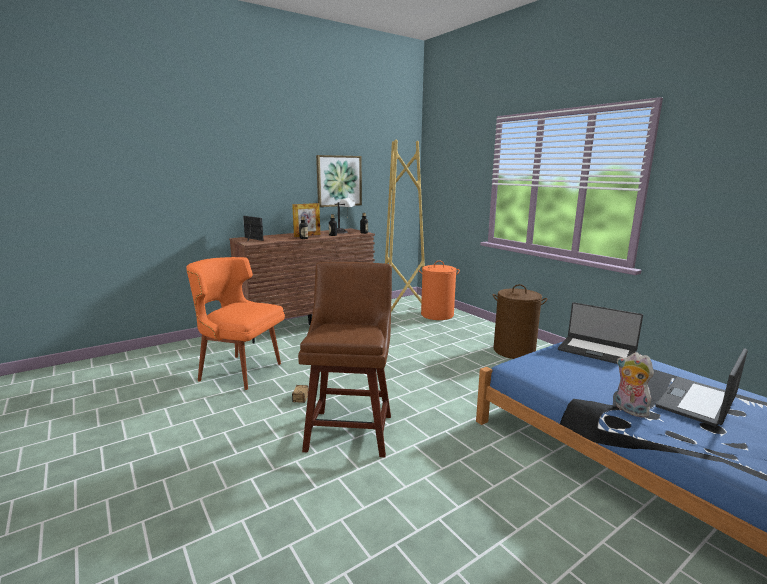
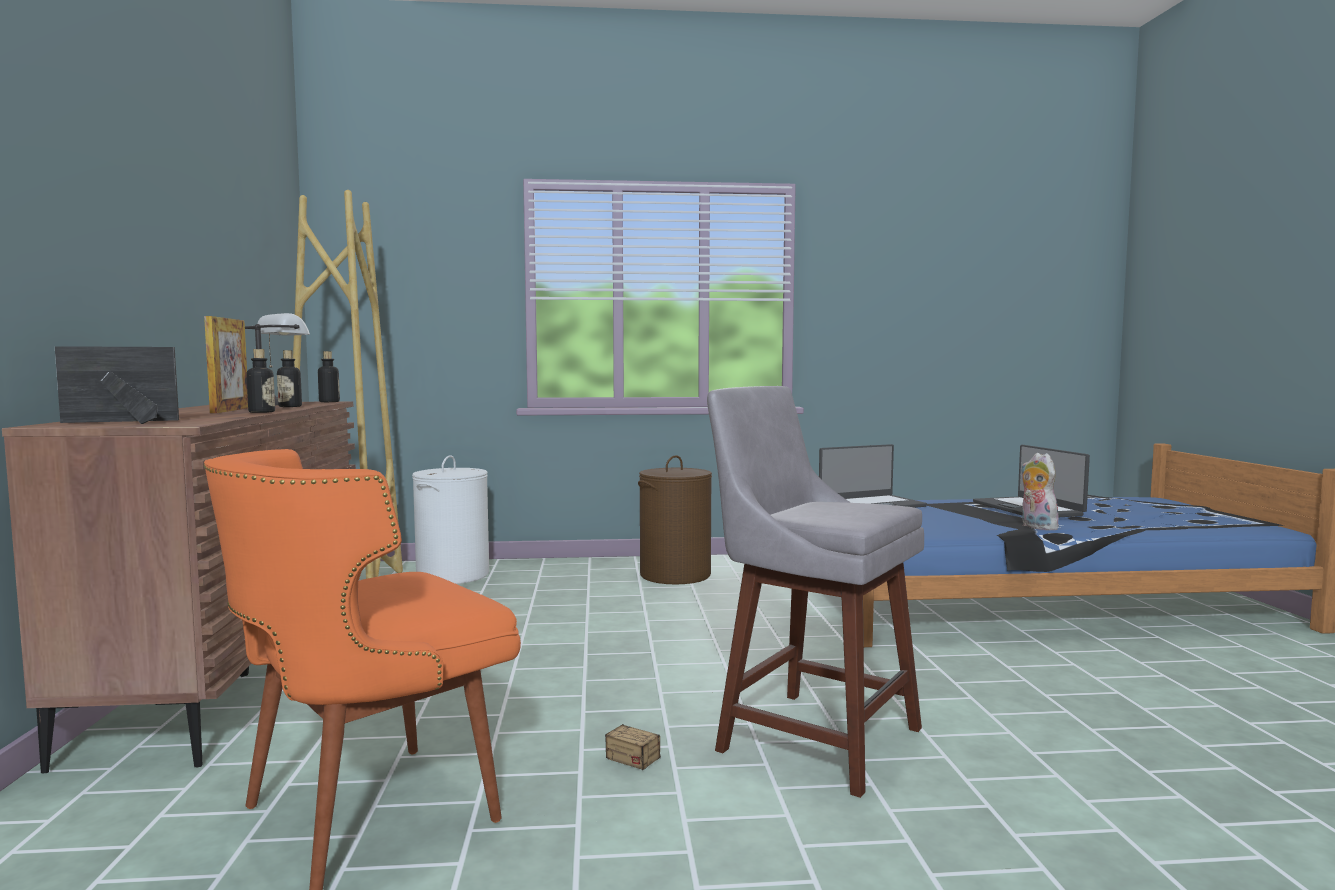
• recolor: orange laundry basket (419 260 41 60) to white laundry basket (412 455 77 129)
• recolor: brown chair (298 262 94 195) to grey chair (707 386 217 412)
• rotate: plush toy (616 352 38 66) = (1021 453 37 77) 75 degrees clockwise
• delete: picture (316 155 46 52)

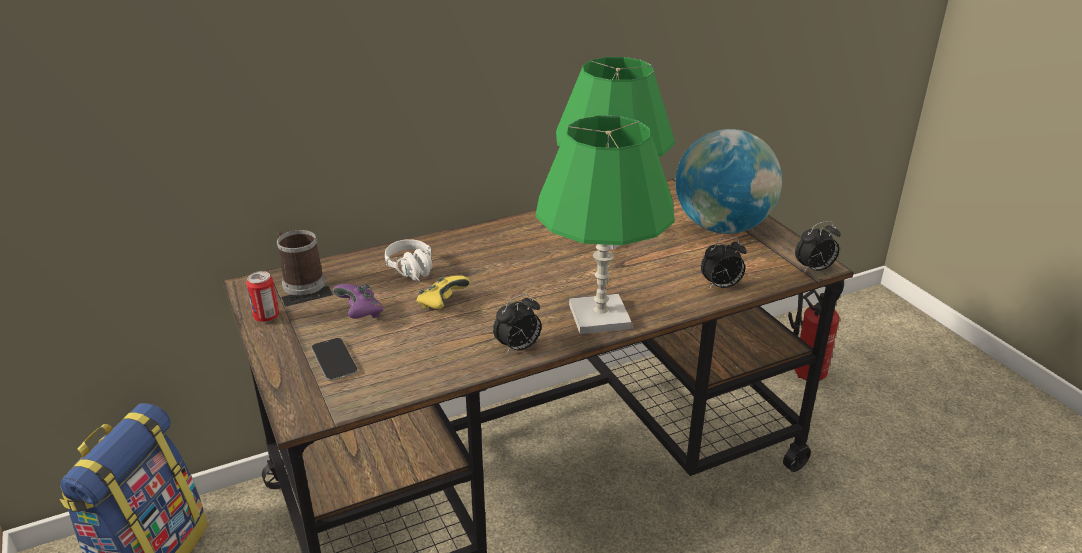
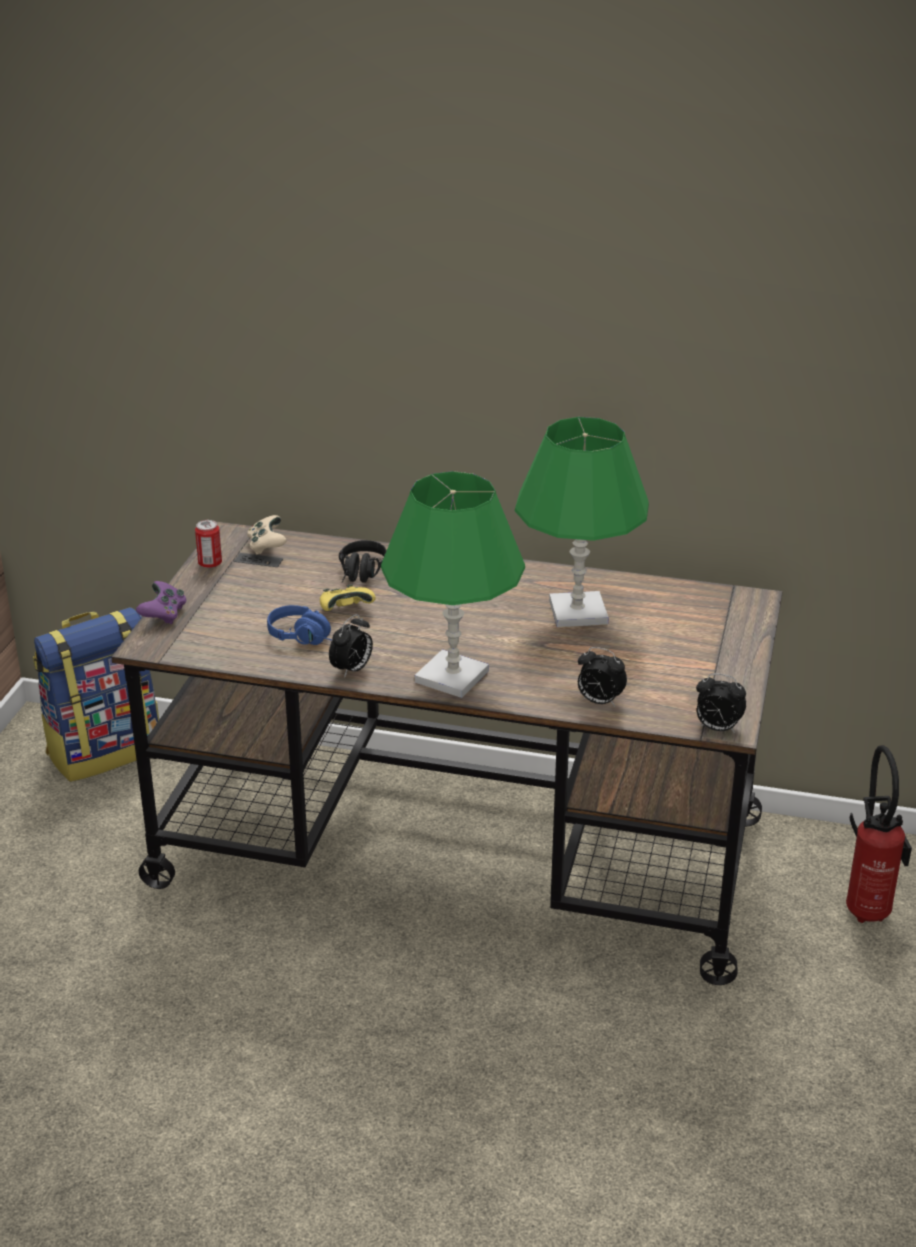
• move: purple game controller (333 284 50 35) to (136 581 51 43)
• replace: mug (277 230 49 65) to beige game controller (247 515 40 40)
• insert: blue headphones (267 605 65 40)
• rotate: alarm clock (493 294 48 60) = (329 614 44 64) 60 degrees counterclockwise
• recolor: white headphones (385 239 47 43) to black headphones (339 540 48 43)
• delete: phone (312 338 45 43)
• delete: globe (676 129 106 105)

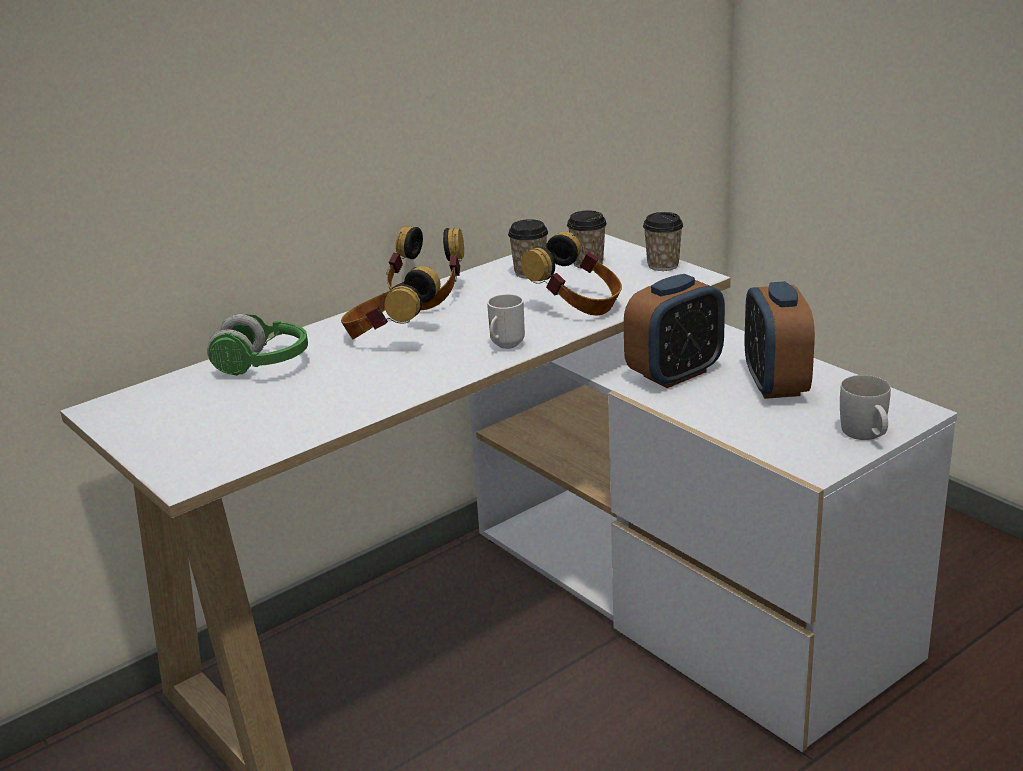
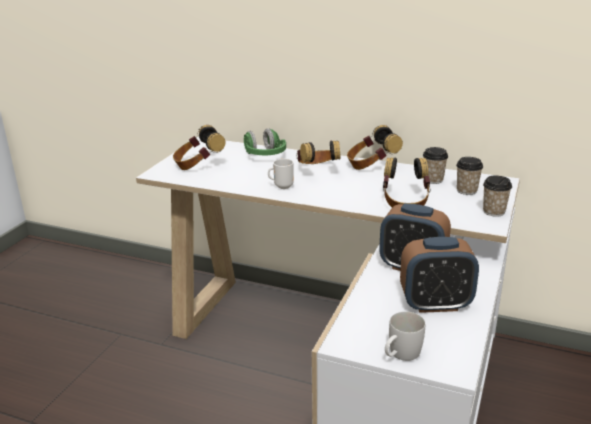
• insert: headphones (173 125 52 45)
• move: mug (487 294 38 55) to (268 159 26 30)
• rotate: alarm clock (745 281 70 118) = (400 237 79 76) 150 degrees counterclockwise

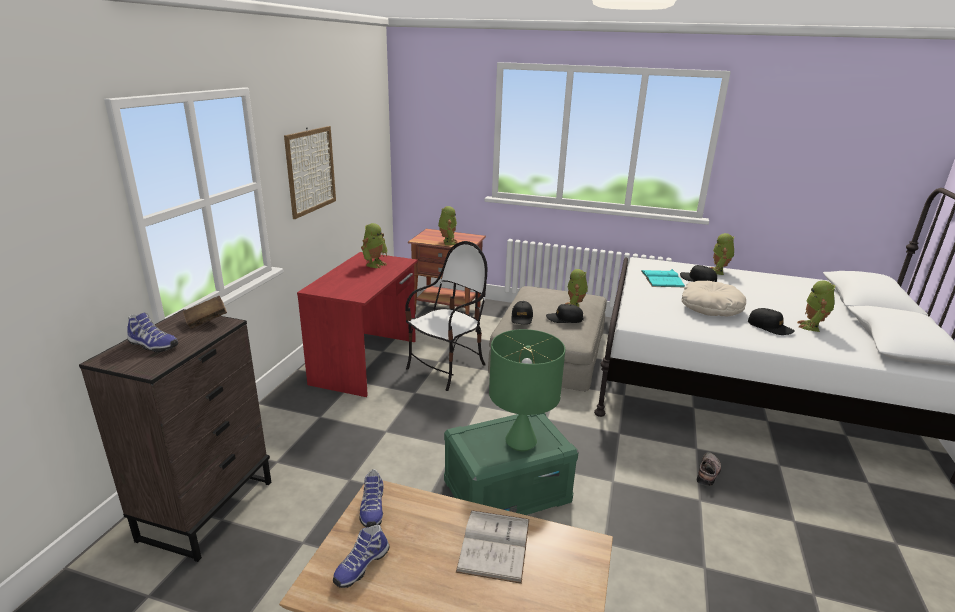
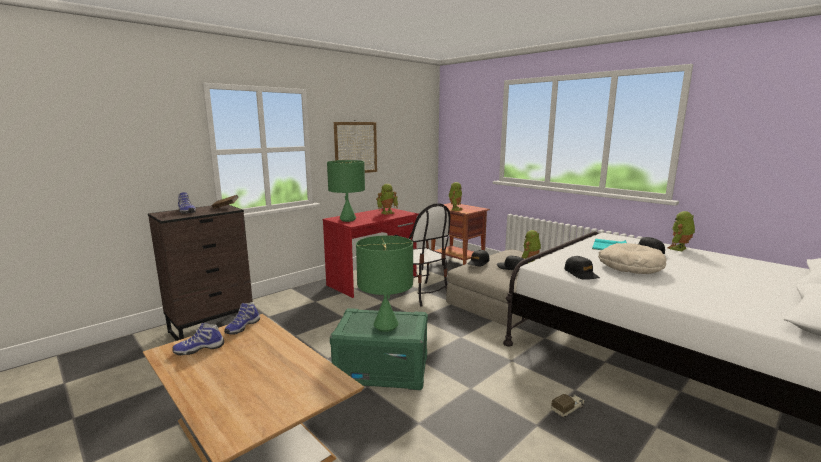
• insert: green table lamp (327 160 38 62)
• rotate: chair (405 241 83 150) = (394 203 56 104) 75 degrees clockwise
• replace: shoe (697 452 24 34) to toy truck (551 394 34 23)
• move: black cap (748 308 47 27) to (564 256 36 24)
• delete: white book (456 510 74 74)
• delete: toy robot (797 280 38 52)

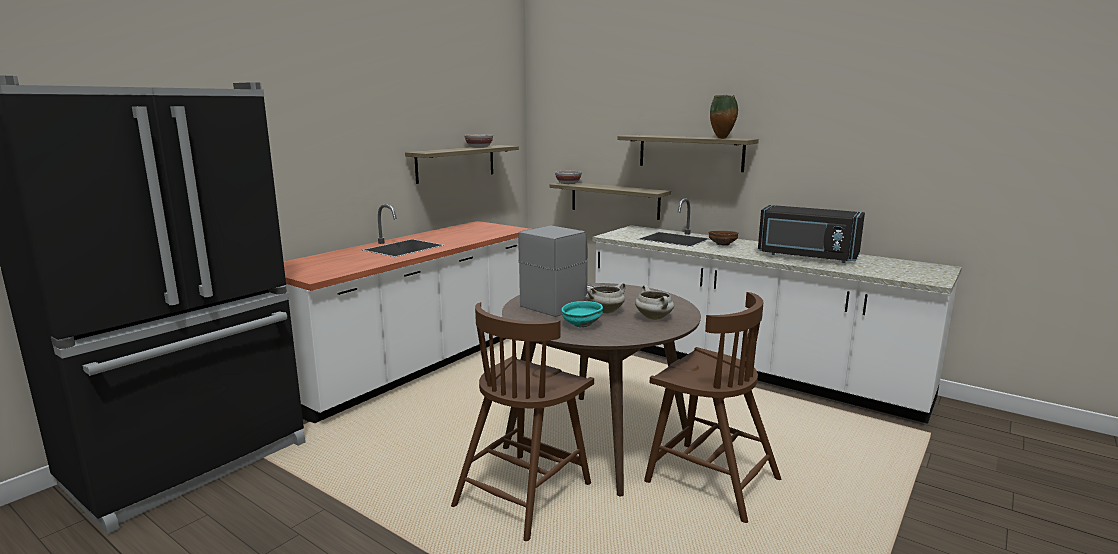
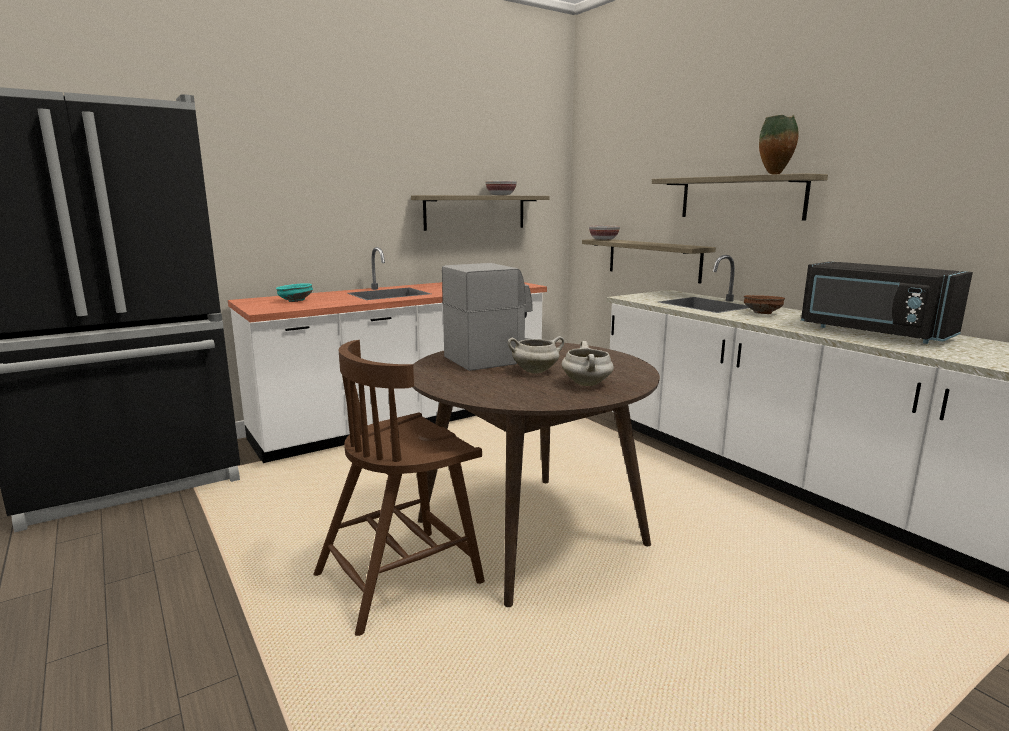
• move: turquoise bowl (561 301 42 26) to (276 283 37 19)
• delete: brown chair (644 292 138 231)

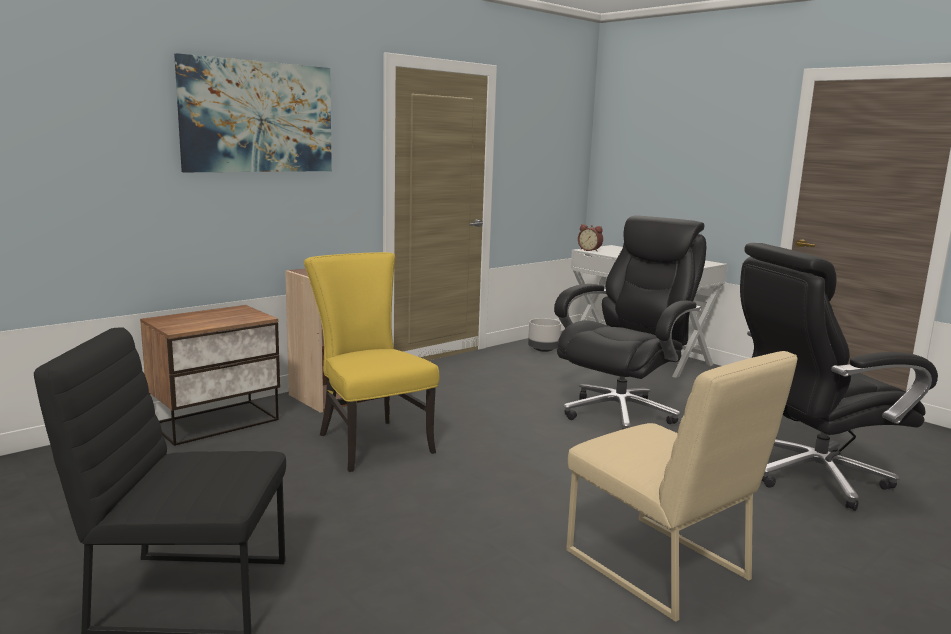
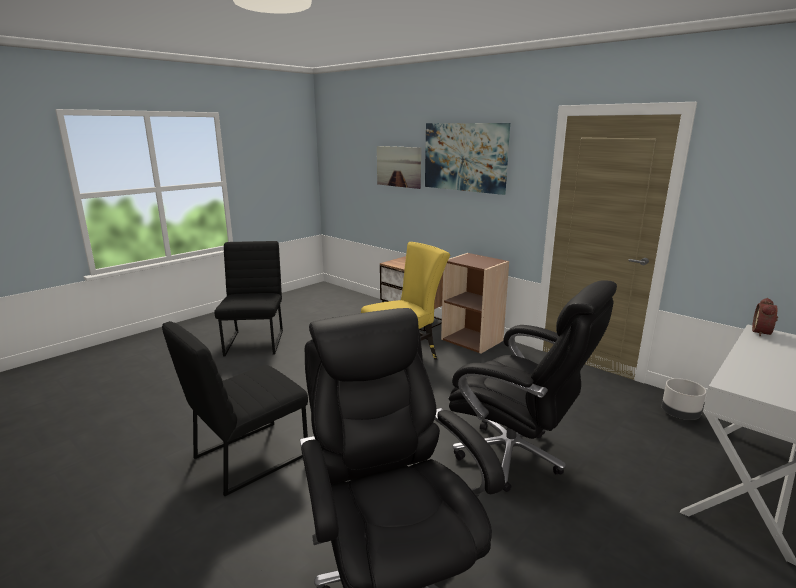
• recolor: beige chair (566 351 231 271) to black chair (162 321 146 175)
• insert: picture (377 146 44 43)

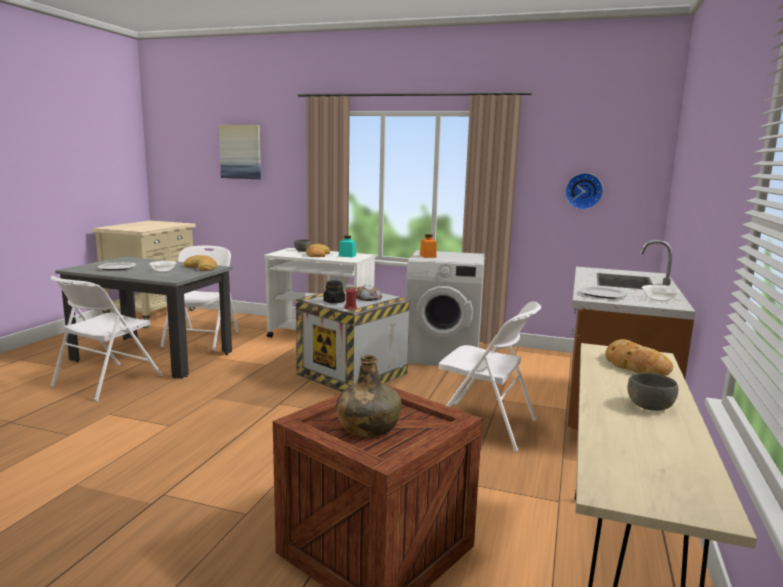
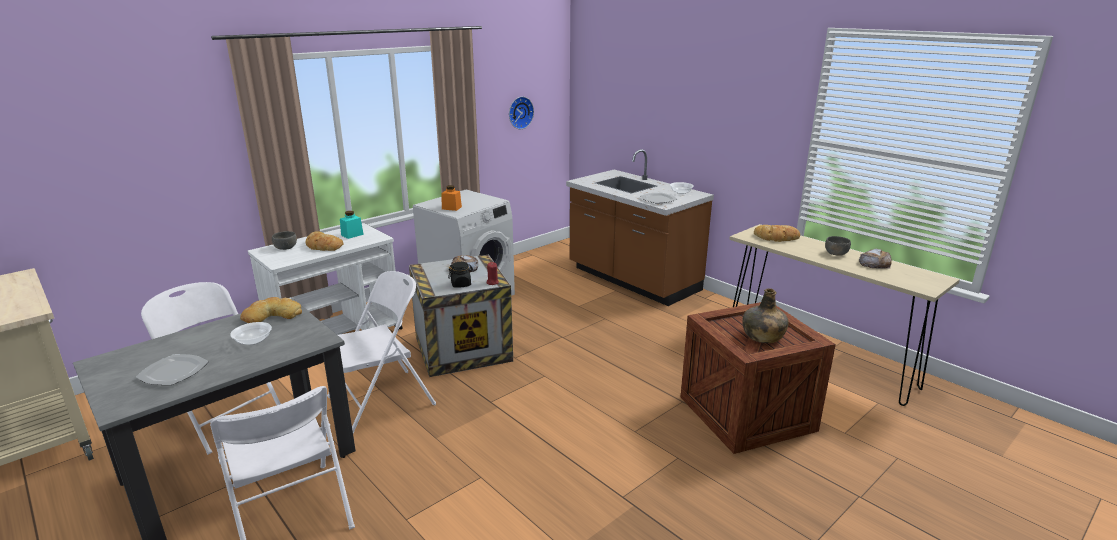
• move: white chair (439 301 102 152) to (327 271 109 163)
• insert: bread (859 249 33 20)
• delete: picture (219 125 42 54)

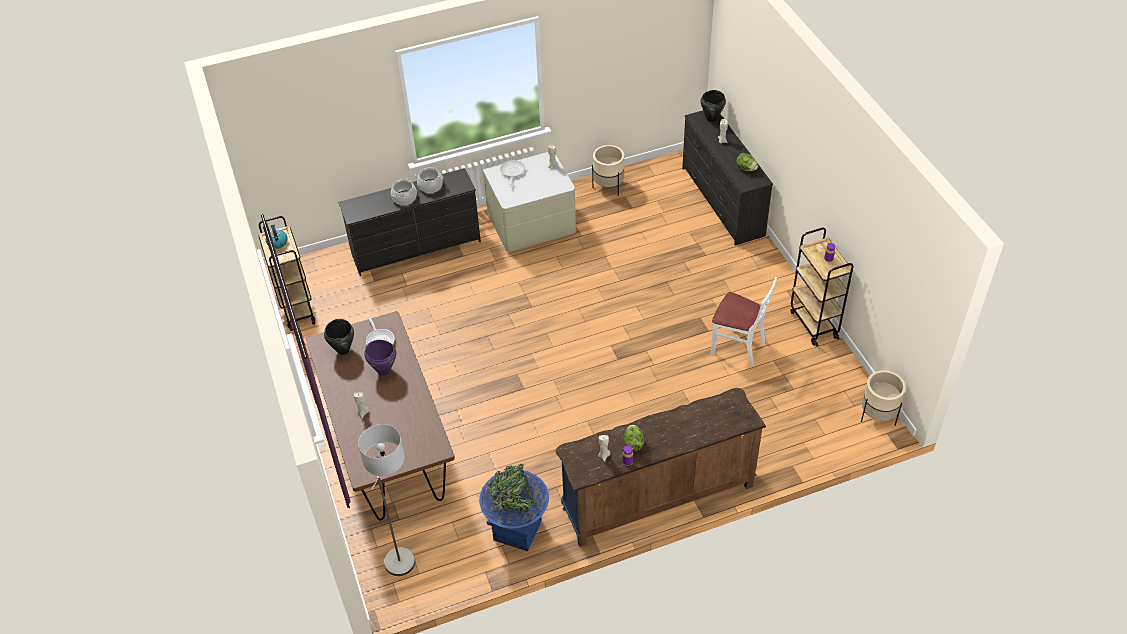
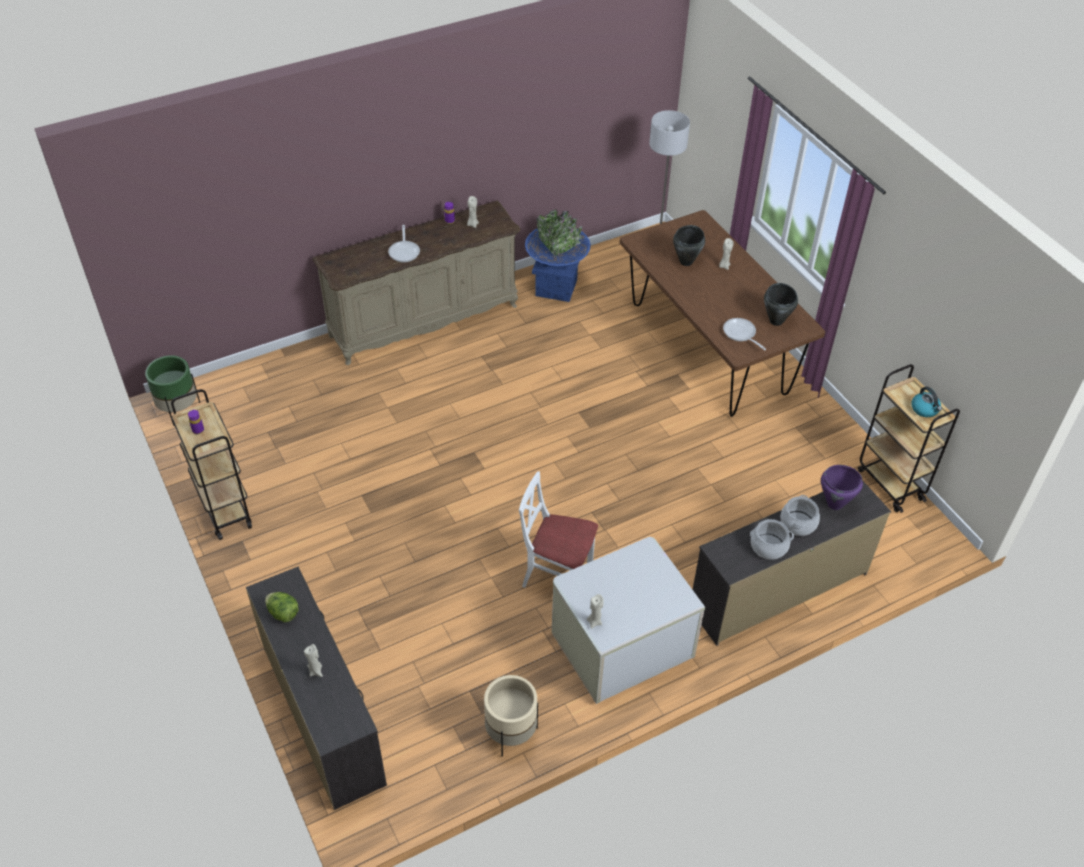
• recolor: beige planter (861 370 45 56) to green planter (145 355 55 71)
• recolor: blue cabinet (556 388 210 159) to beige cabinet (312 201 208 164)
• move: frying pan (500 160 25 27) to (388 225 32 37)
• move: white chair (710 277 67 89) to (519 471 79 117)
• move: black cooking pot (701 90 25 32) to (673 225 32 41)
• move: purple cooking pot (364 340 32 36) to (821 465 42 45)
• delete: lettuce (623 424 22 27)

